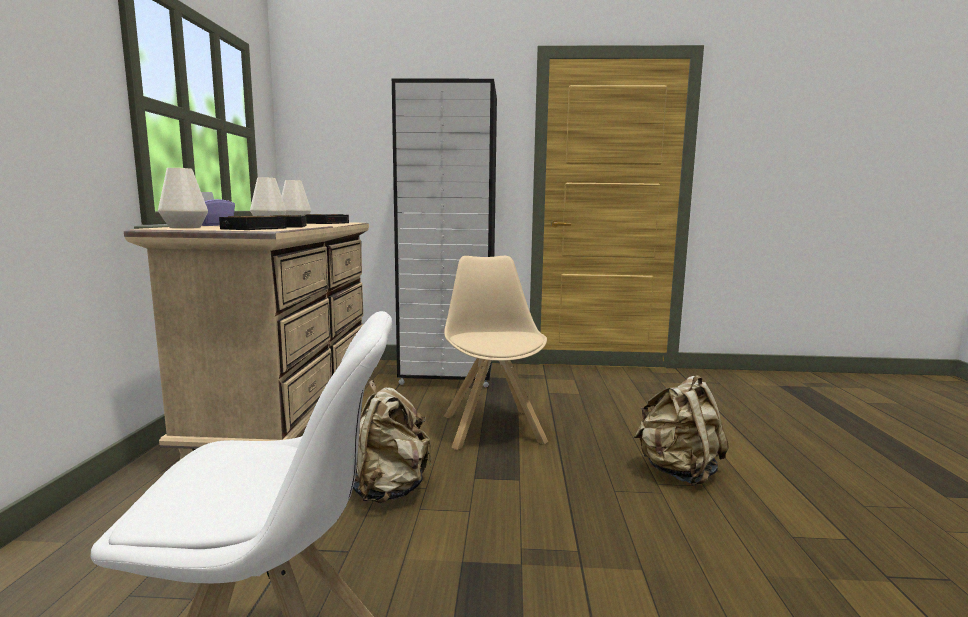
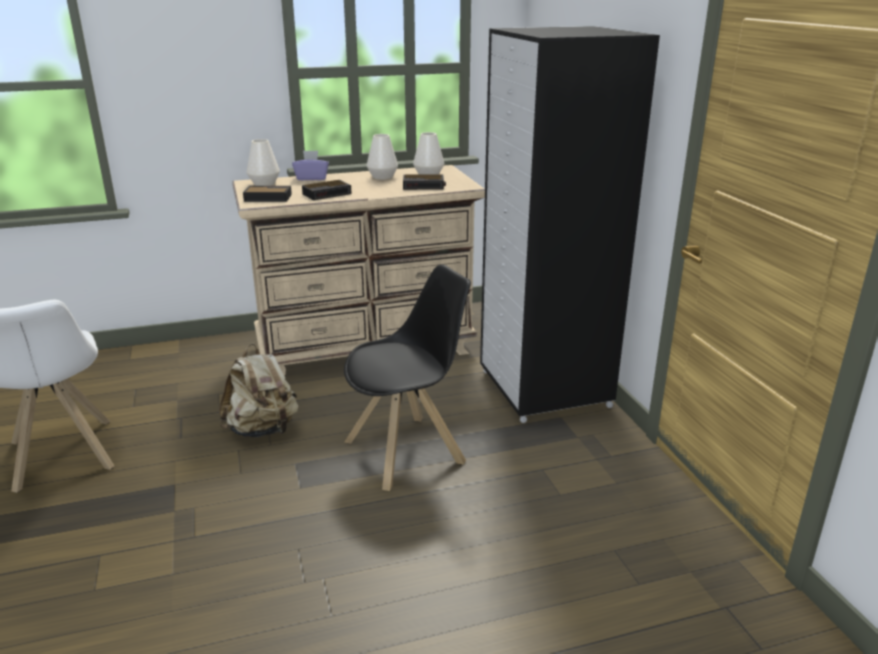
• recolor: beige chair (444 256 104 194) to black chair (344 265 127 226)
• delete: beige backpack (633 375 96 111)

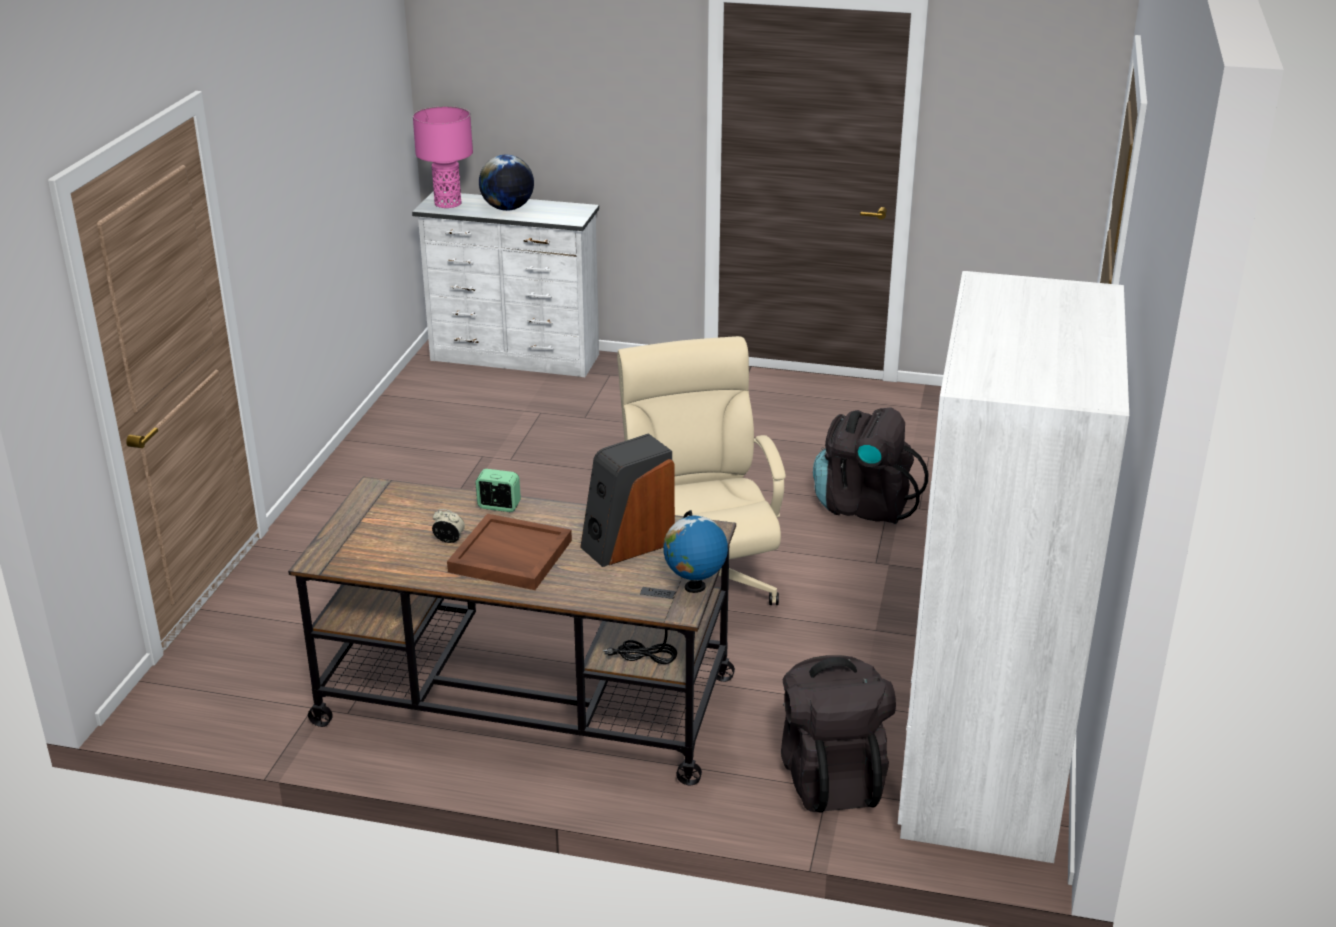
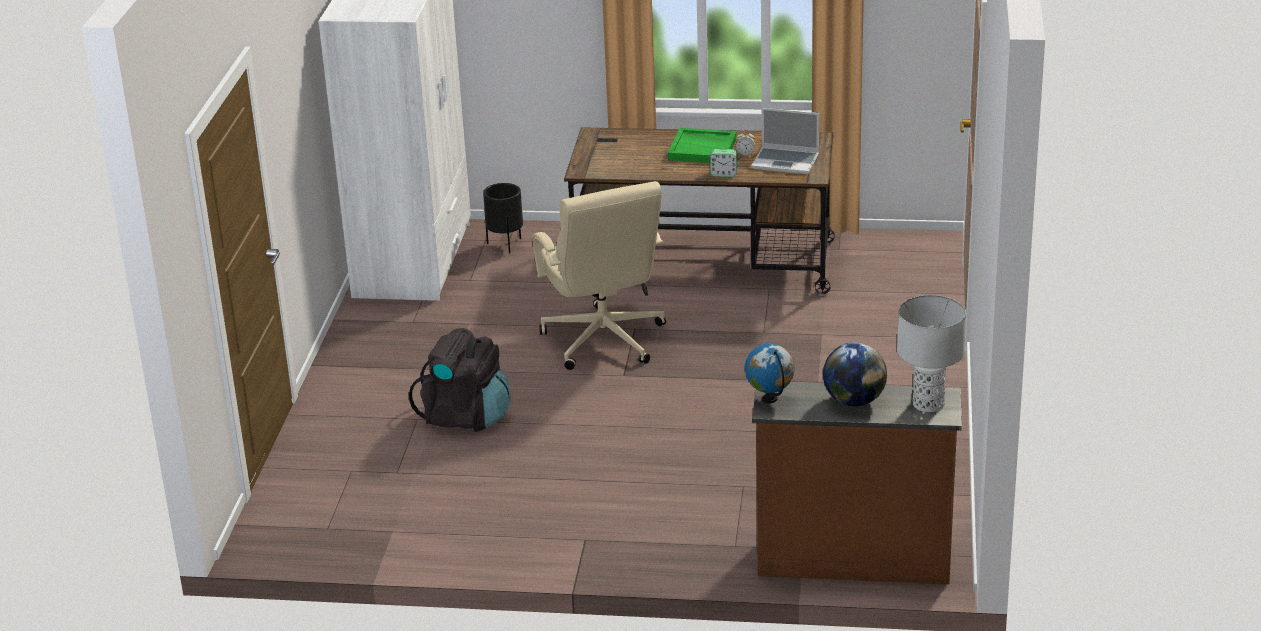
• replace: black backpack (781 655 115 158) to black planter (483 183 40 71)
• recolor: brown tray (447 514 125 76) to green tray (668 128 69 35)
• move: globe (663 510 65 83) to (745 343 50 60)
• insert: laptop (752 108 67 66)
• recolor: white dresser (412 191 187 186) to brown dresser (752 382 210 203)
• recolor: pink table lamp (413 106 60 102) to white table lamp (897 295 69 117)
• delete: speaker (580 433 95 134)

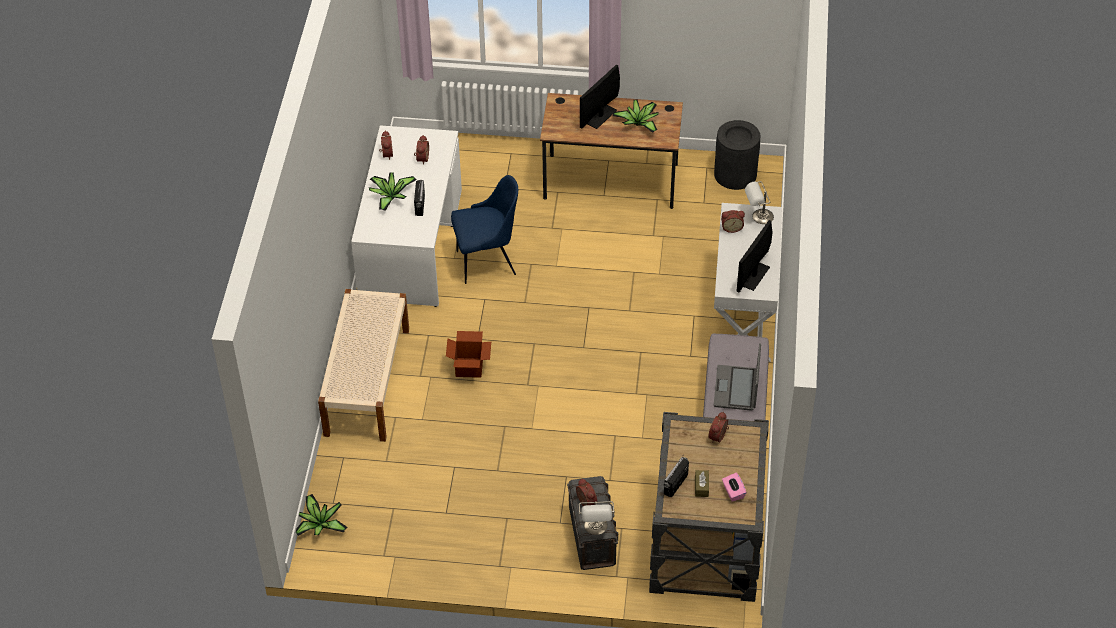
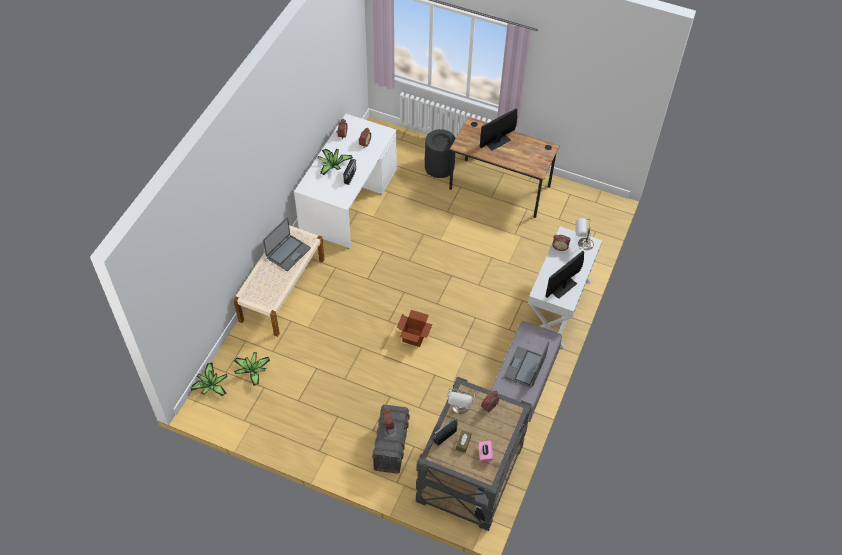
• move: potted plant (613 99 46 34) to (234 352 36 34)
• insert: laptop (263 217 48 54)
• move: cardboard box (446 331 45 47) to (397 310 35 37)
• move: black trash can (714 120 47 70) to (425 129 31 49)
• move: white table lamp (579 501 36 34) to (447 388 28 26)
• delete: blue chair (451 175 67 109)

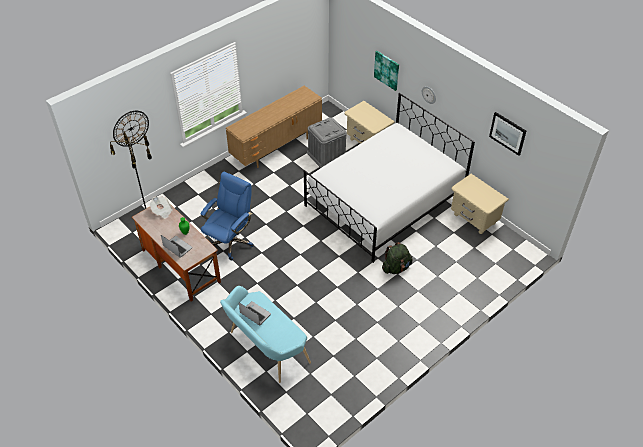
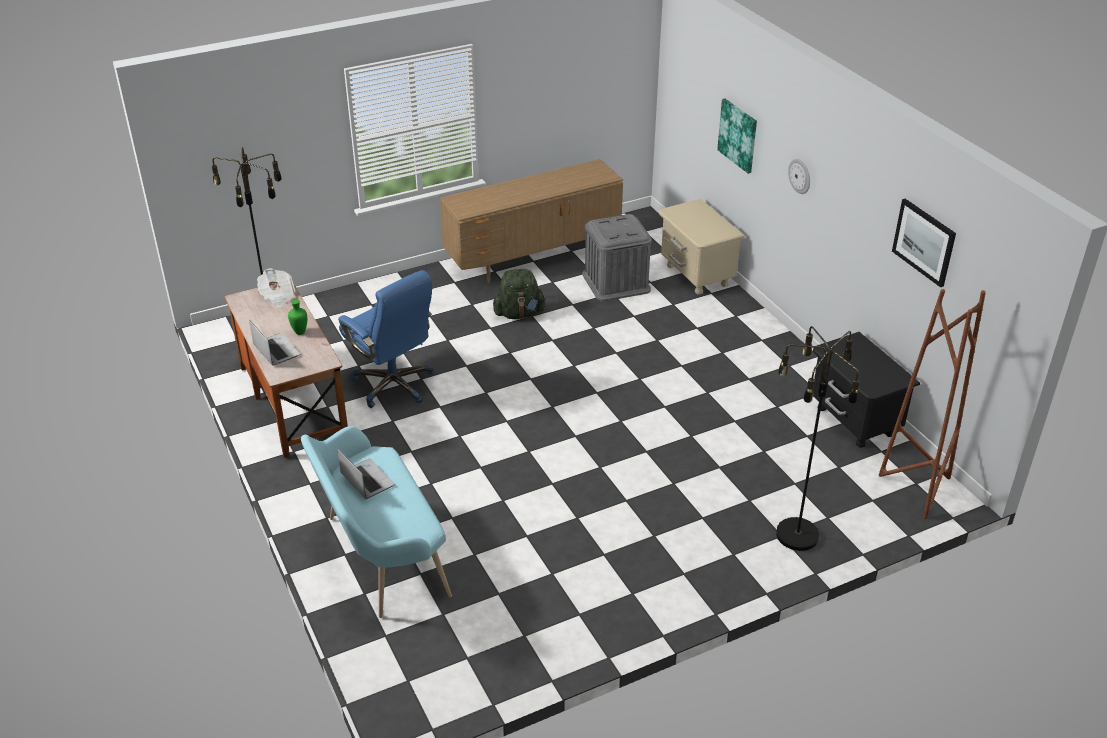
• rotate: blue office chair (201 172 53 88) = (338 270 95 138) 90 degrees clockwise
• move: green backpack (382 242 31 32) to (493 269 53 50)
• insert: floor lamp (776 326 83 225)
• recolor: beige nightstand (451 174 58 60) to black nightstand (813 332 107 116)
• insert: brown clothes rack (879 289 107 230)
• delete: wall clock (113 111 36 36)
• delete: white bed (304 93 171 170)

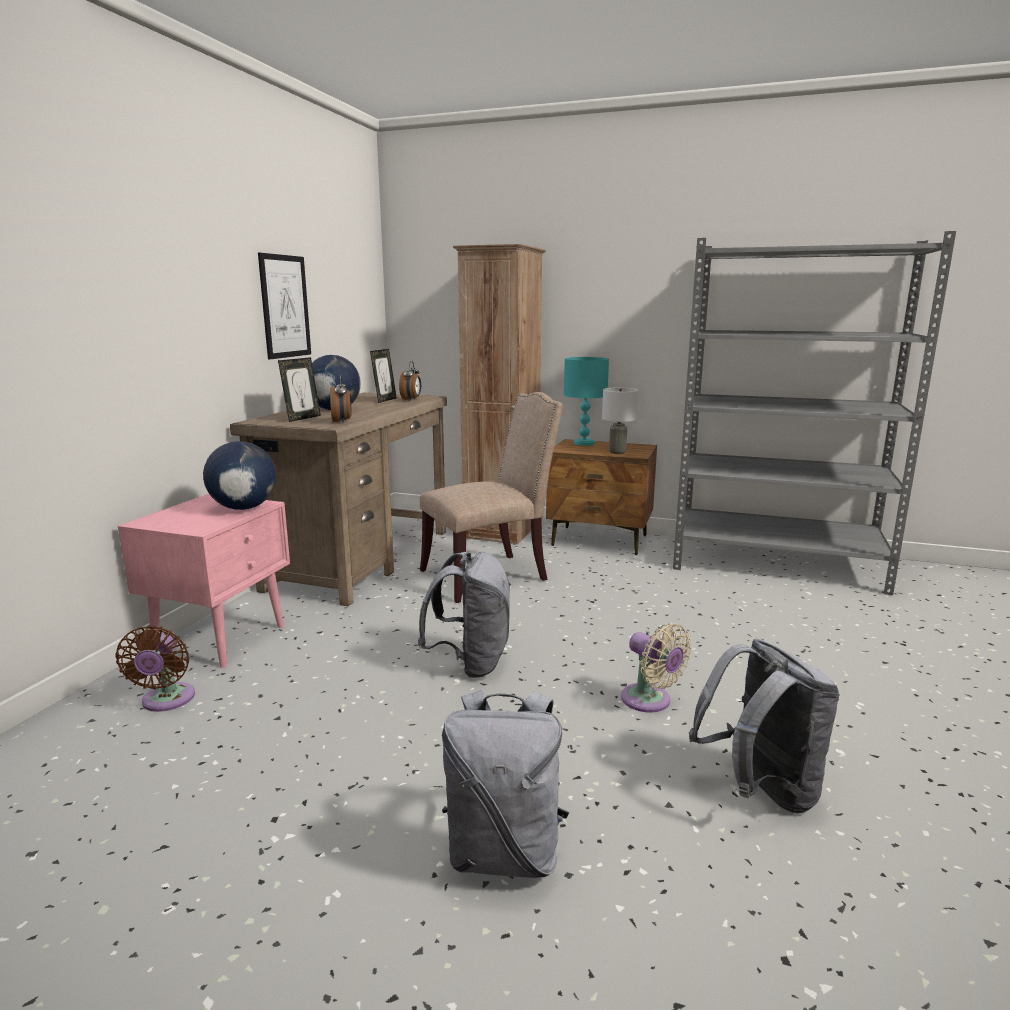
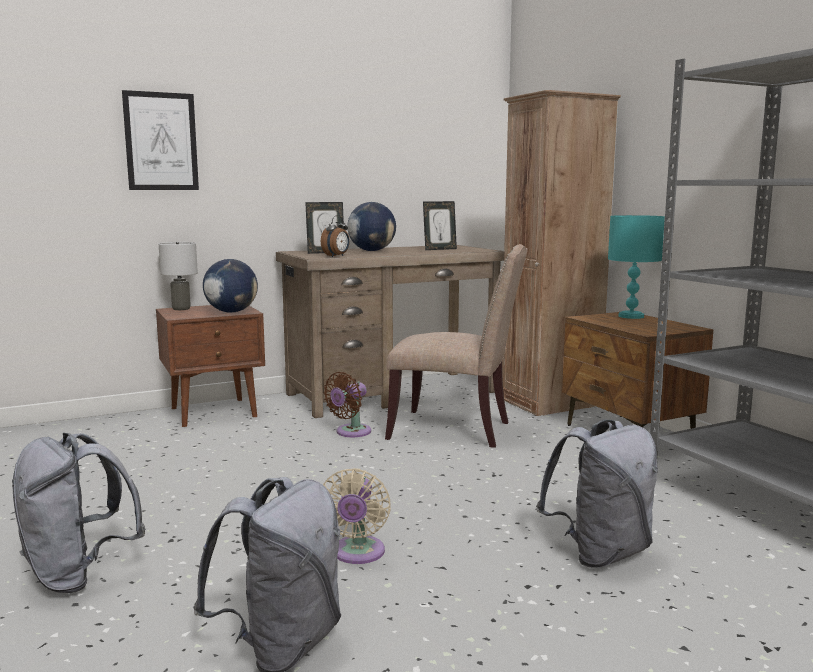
• move: picture (258 253 53 106) to (122 90 77 100)
• recolor: pink nightstand (118 494 172 174) to brown nightstand (156 305 109 122)
• move: white table lamp (602 388 36 66) to (158 242 40 68)
• move: brown fan (115 626 80 86) to (323 372 48 65)
• move: grey backpack (418 552 93 126) to (536 419 122 149)
• delete: alarm clock (399 361 22 39)

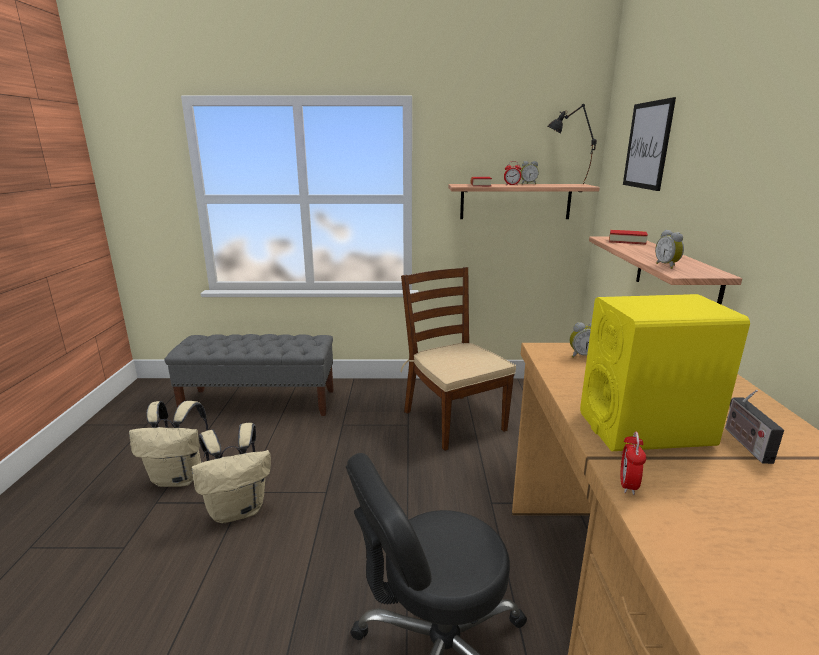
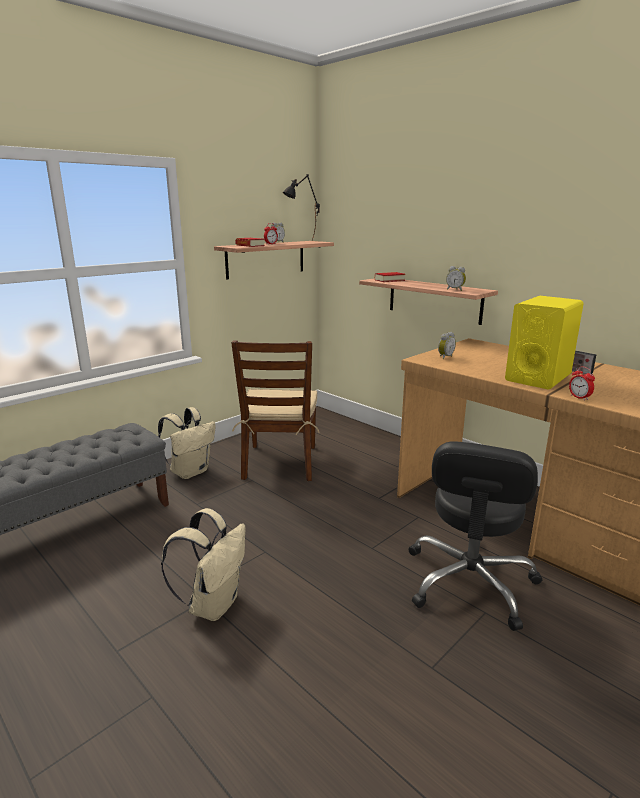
• move: beige backpack (129 401 79 86) to (158 407 57 72)
• rotate: brown chair (400 267 116 184) = (231 340 89 141) 105 degrees counterclockwise
• delete: picture (623 97 53 94)

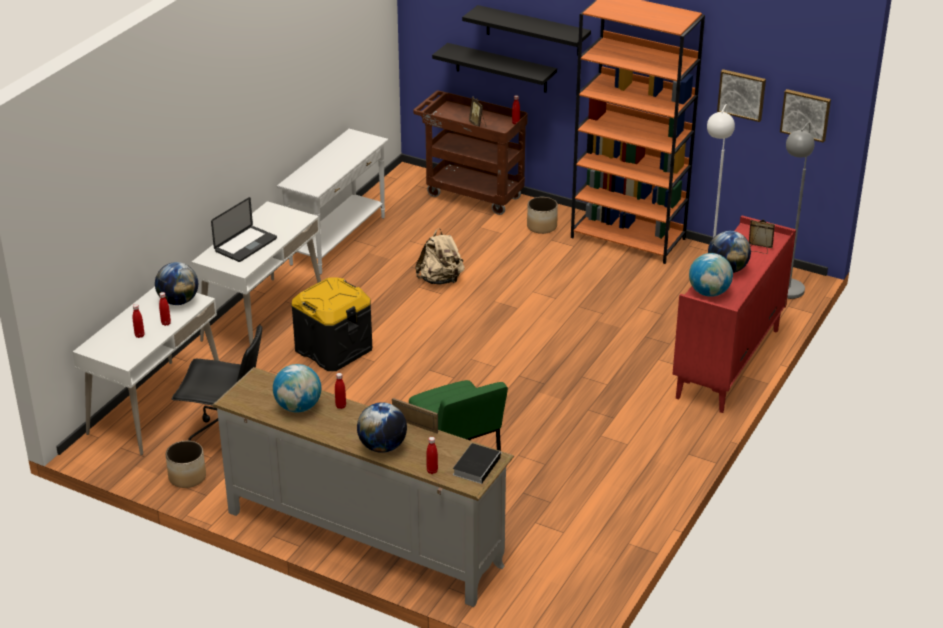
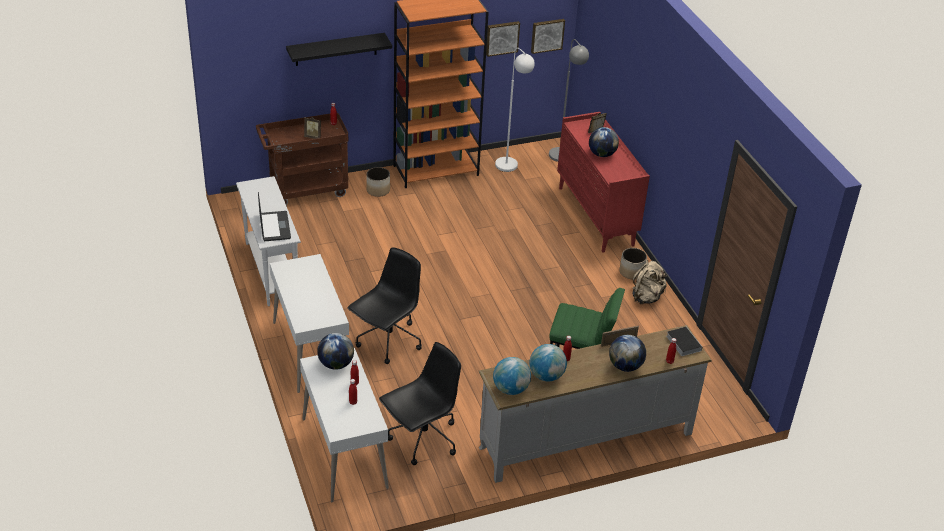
• move: laptop (211 197 66 65) to (258 192 33 49)
• replace: black storage box (291 277 81 94) to black office chair (347 248 75 116)
• move: globe (689 253 44 44) to (493 357 38 38)
• move: planter (166 441 40 47) to (620 248 27 31)
• move: beige backpack (415 228 50 57) to (632 260 35 44)
• delete: black shelf (432 43 125 50)

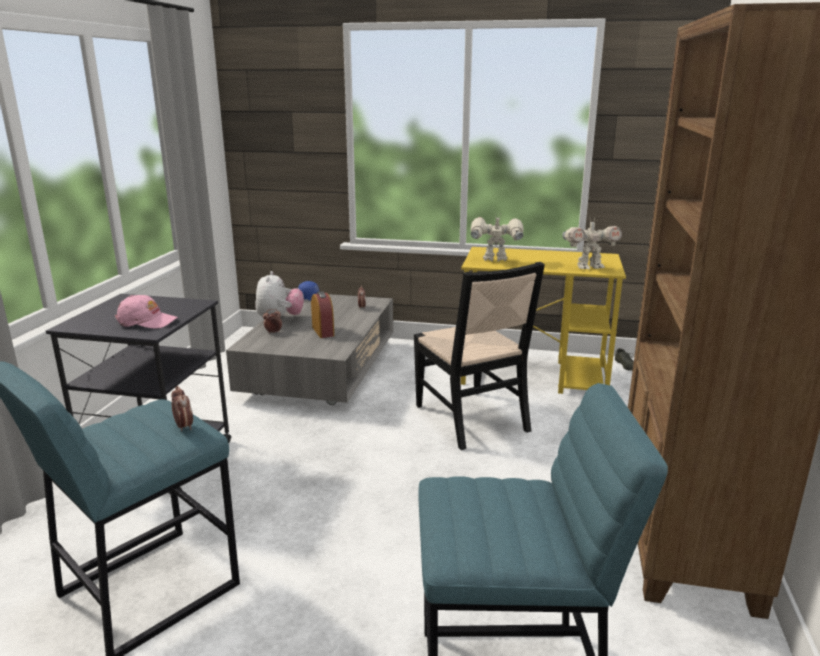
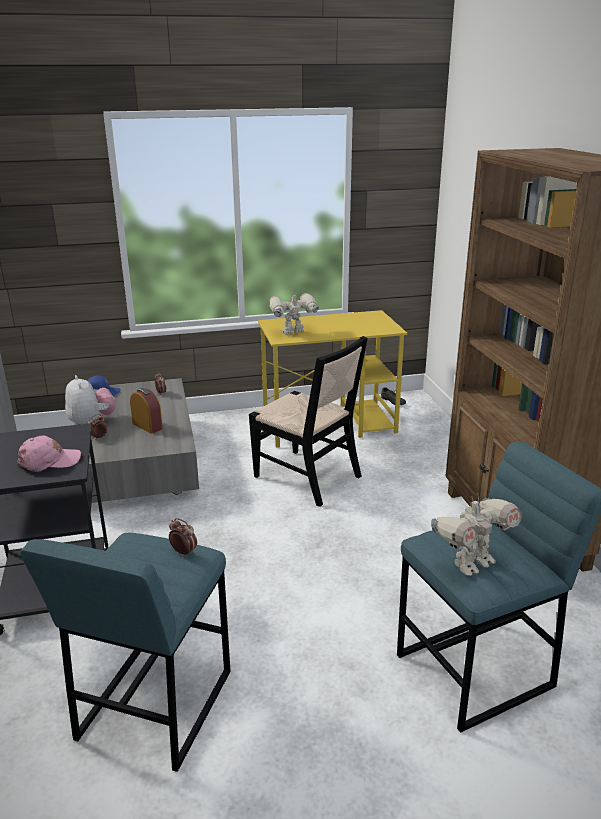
• move: toy robot (562 220 60 49) to (431 497 91 79)

